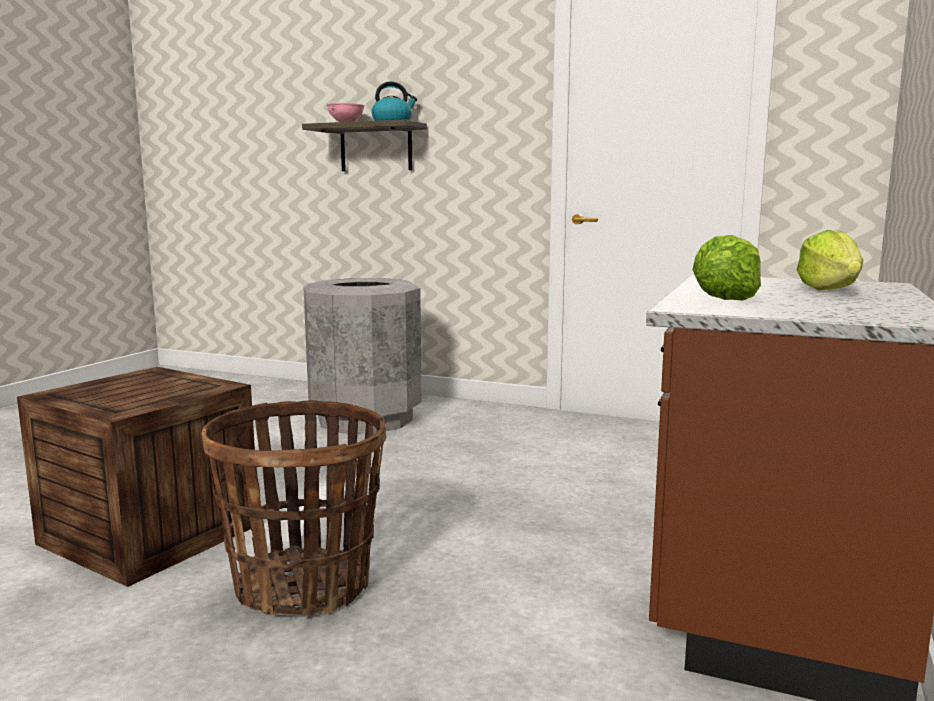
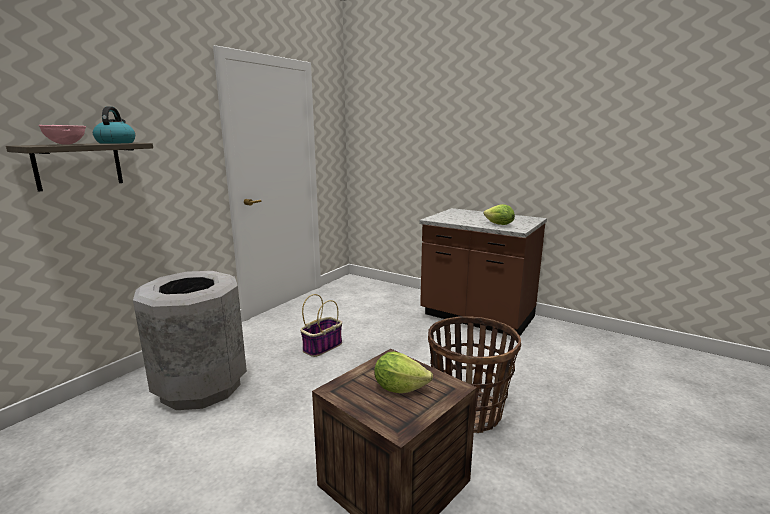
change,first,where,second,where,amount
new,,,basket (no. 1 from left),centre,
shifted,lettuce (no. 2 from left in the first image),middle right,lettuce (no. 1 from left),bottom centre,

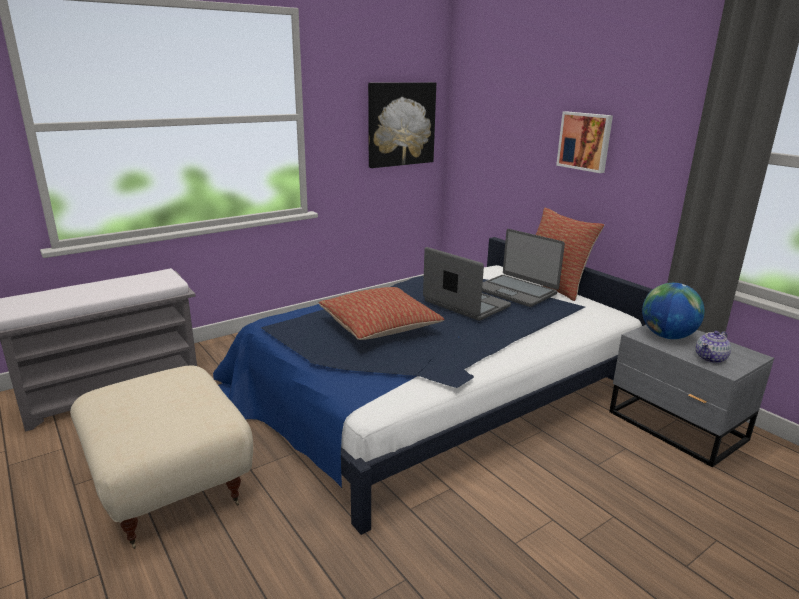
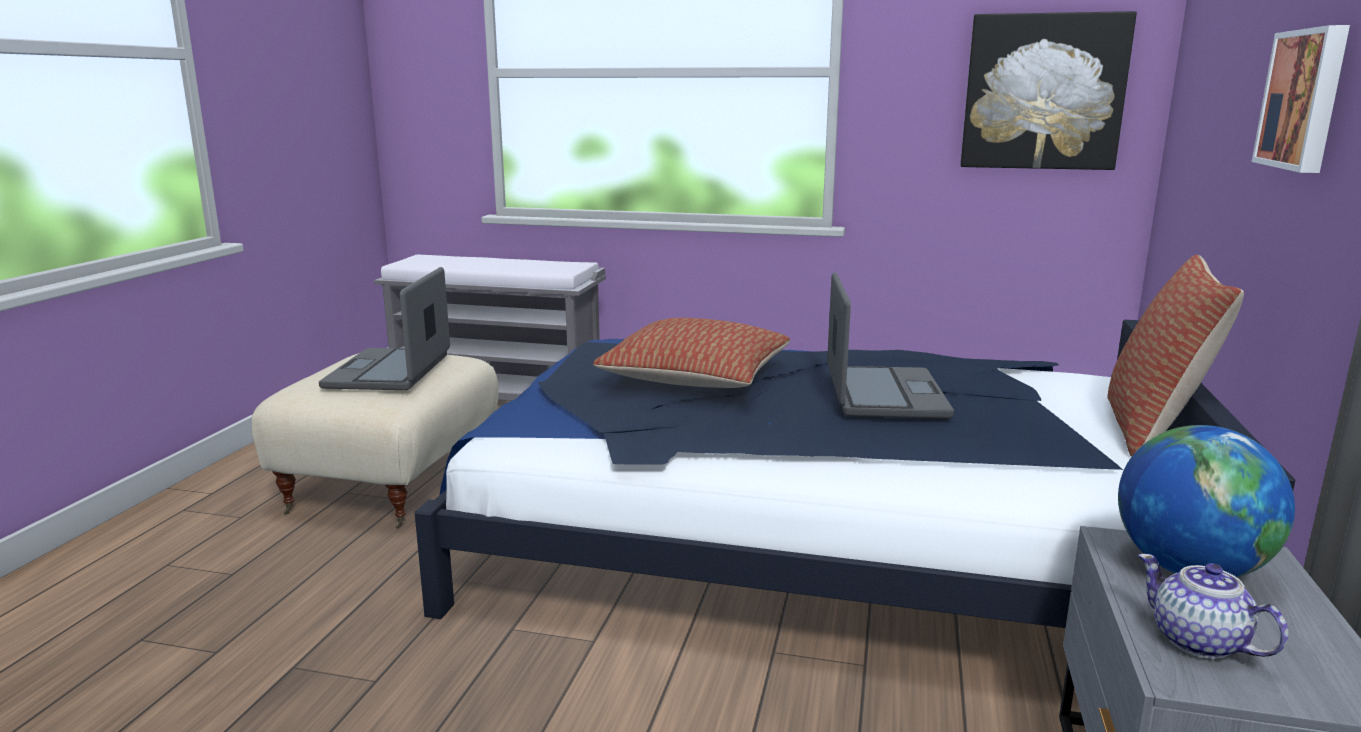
change,first,where,second,where,amount
shifted,laptop (no. 2 from left in the first image),centre,laptop (no. 1 from left),middle left,
rotated,teapot,middle right,,bottom right,45 degrees clockwise

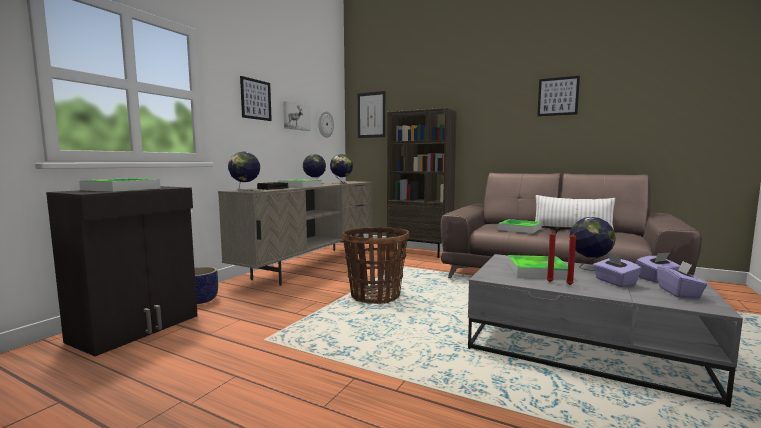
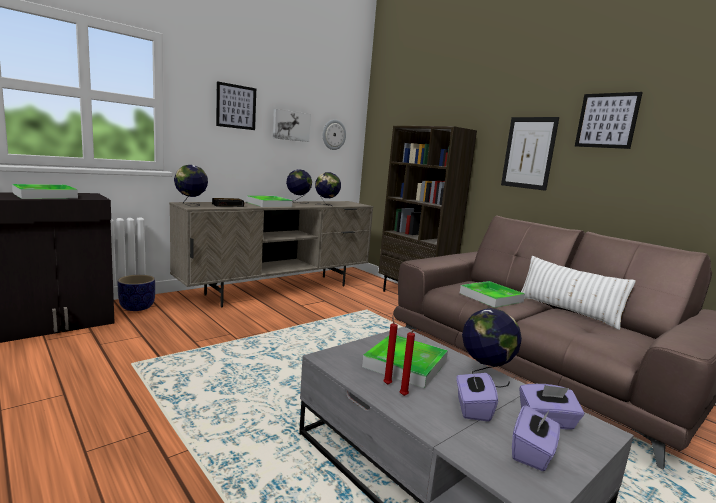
change,first,where,second,where,amount
shifted,picture (no. 3 from left),top centre,,top right,
gone,basket,centre,,,

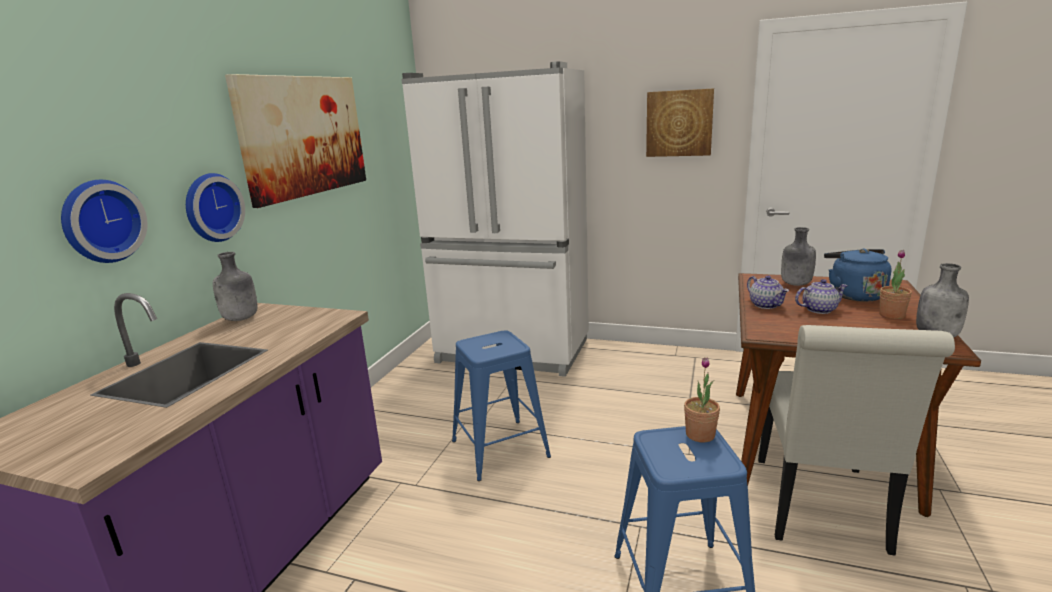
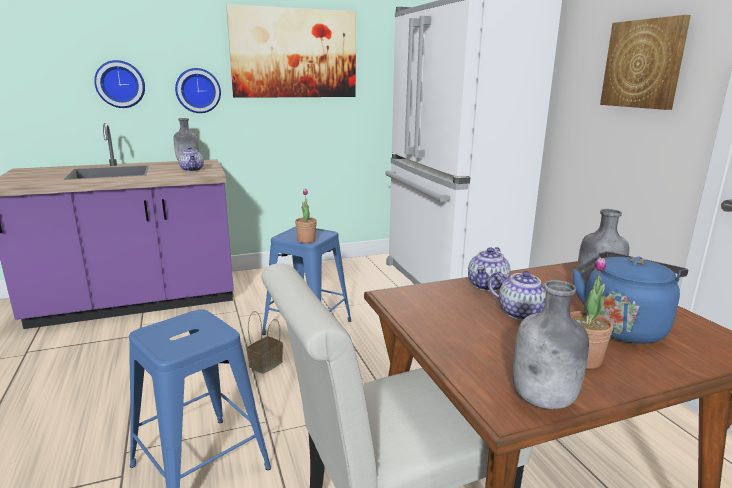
change,first,where,second,where,amount
new,,,teapot (no. 1 from left),top left,
new,,,basket,bottom centre,
shifted,potted plant (no. 1 from left),bottom right,,centre,

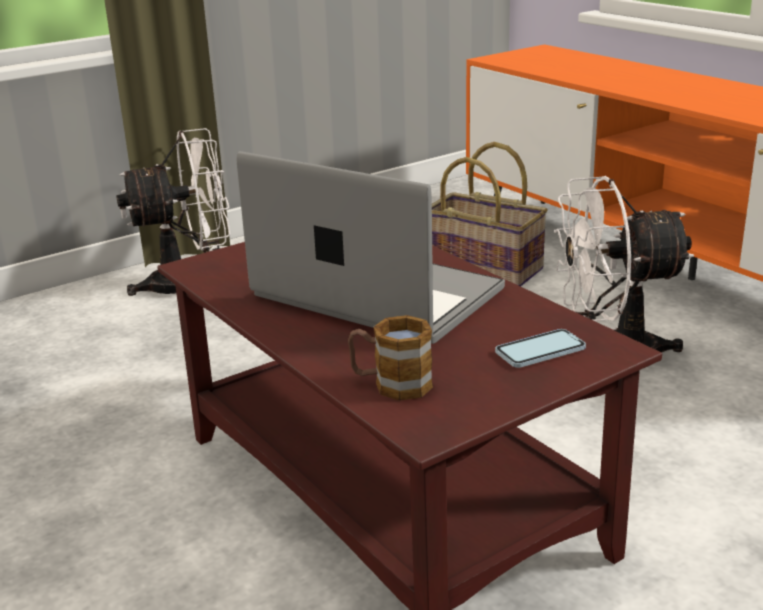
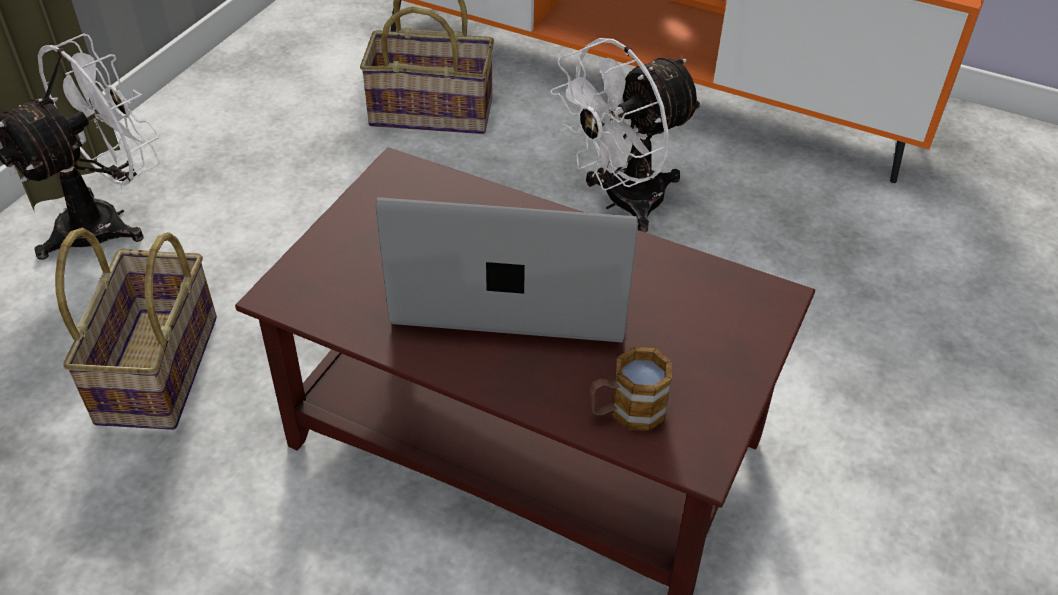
change,first,where,second,where,amount
new,,,basket (no. 1 from left),middle left,
gone,phone,middle right,,,

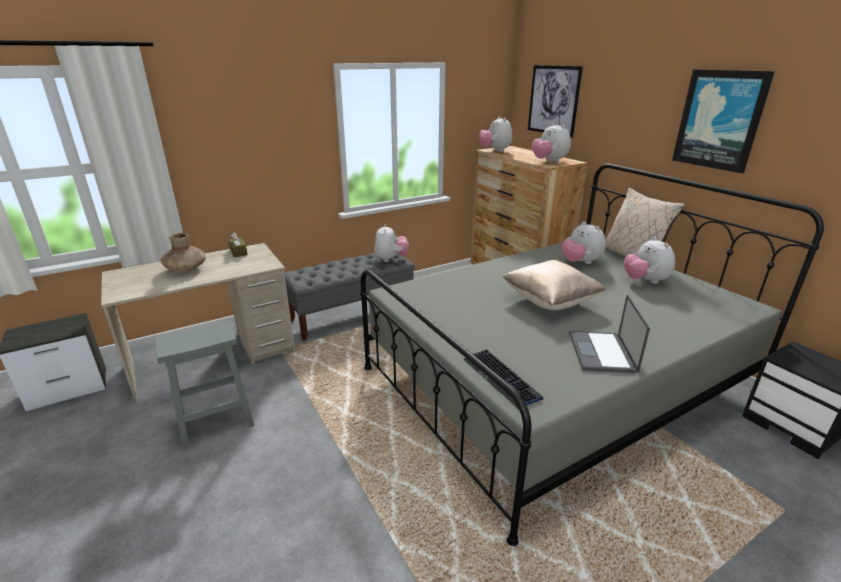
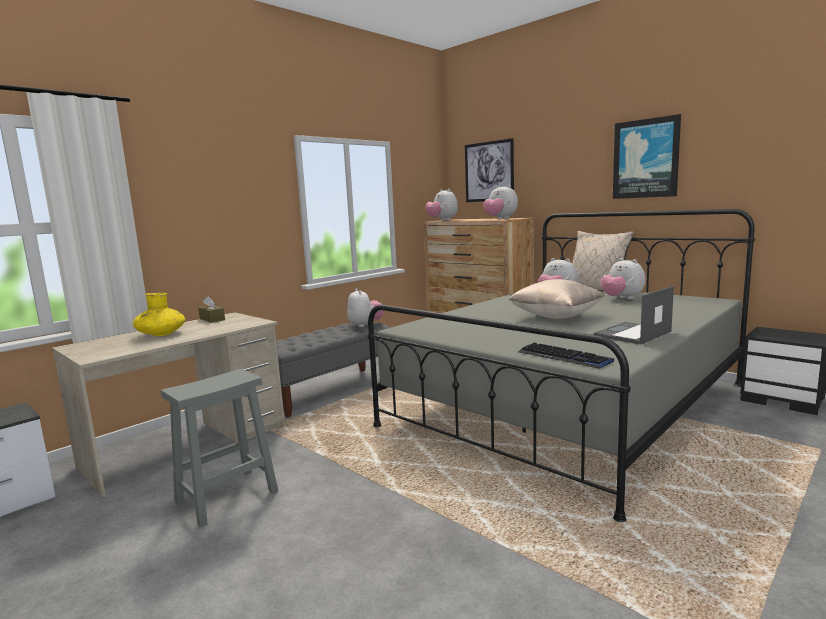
change,first,where,second,where,amount
repainted,vase/brown,middle left,vase/yellow,middle left,
rotated,laptop,middle right,,middle right,60 degrees clockwise

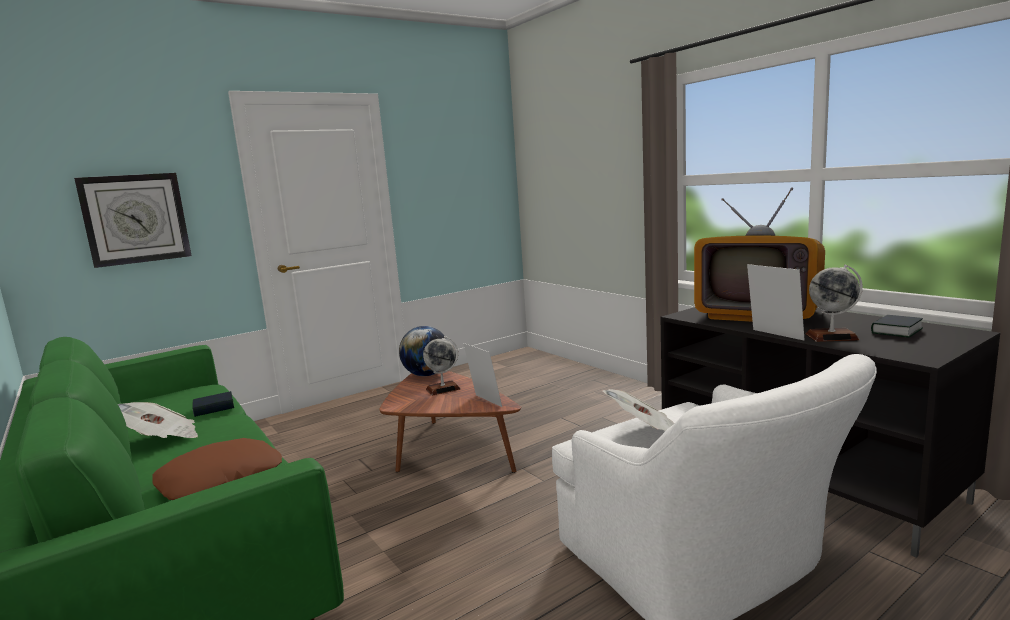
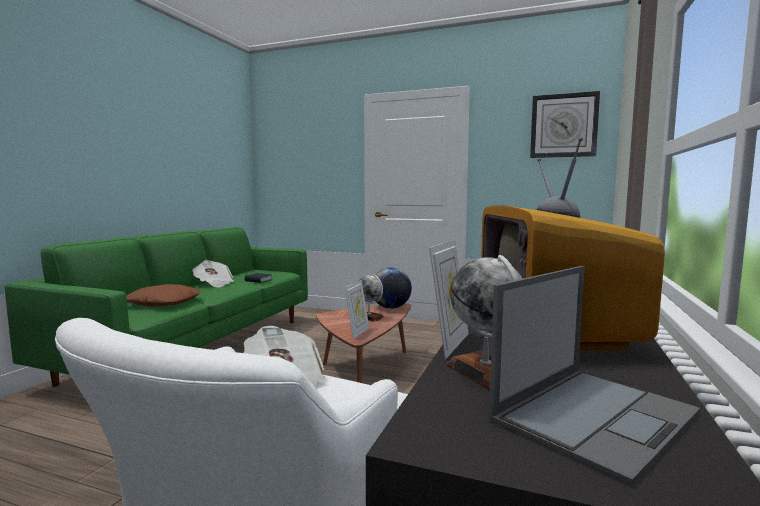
change,first,where,second,where,amount
swapped,book (no. 2 from left),middle right,laptop,bottom right,
shifted,wall clock,middle left,,top right,

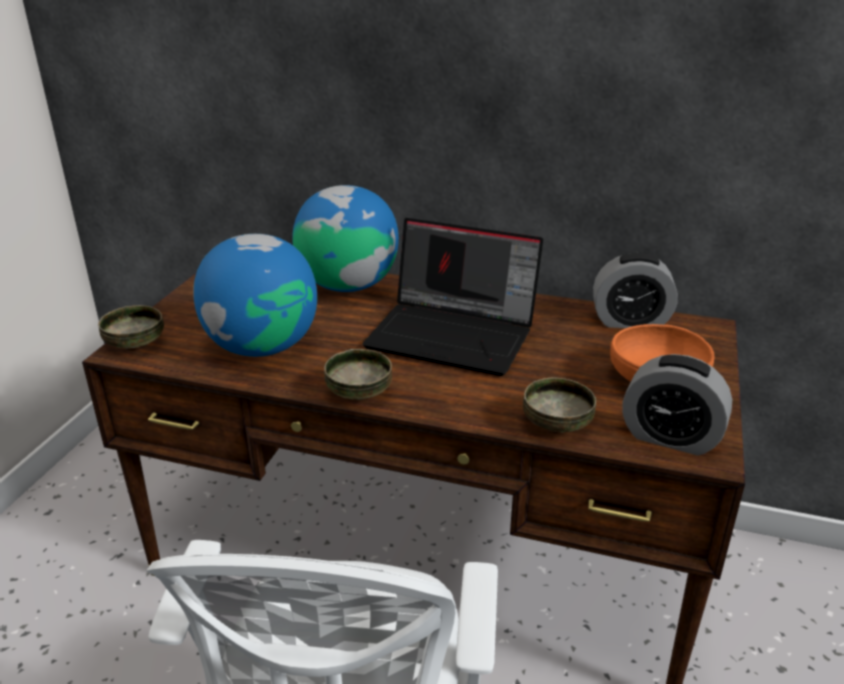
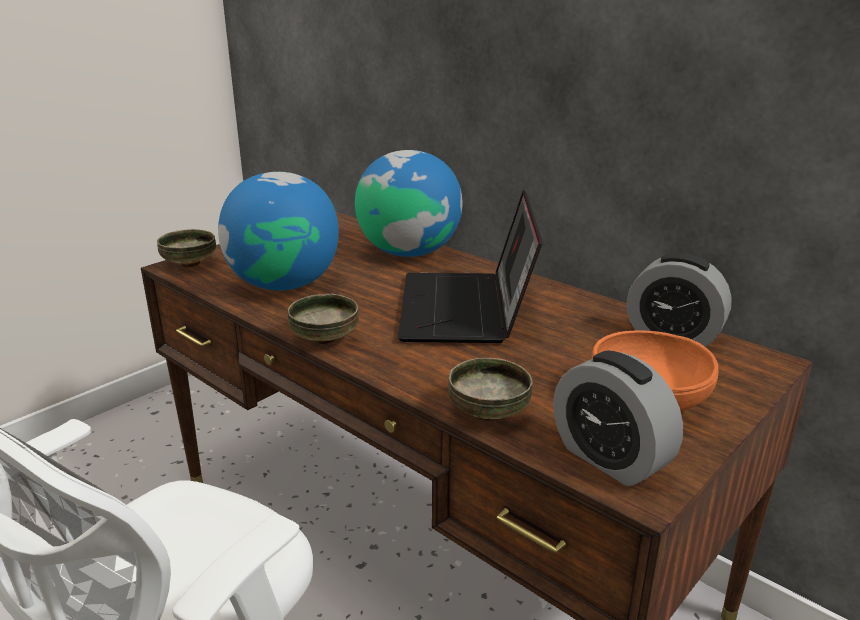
change,first,where,second,where,amount
rotated,laptop,centre,,centre,45 degrees clockwise

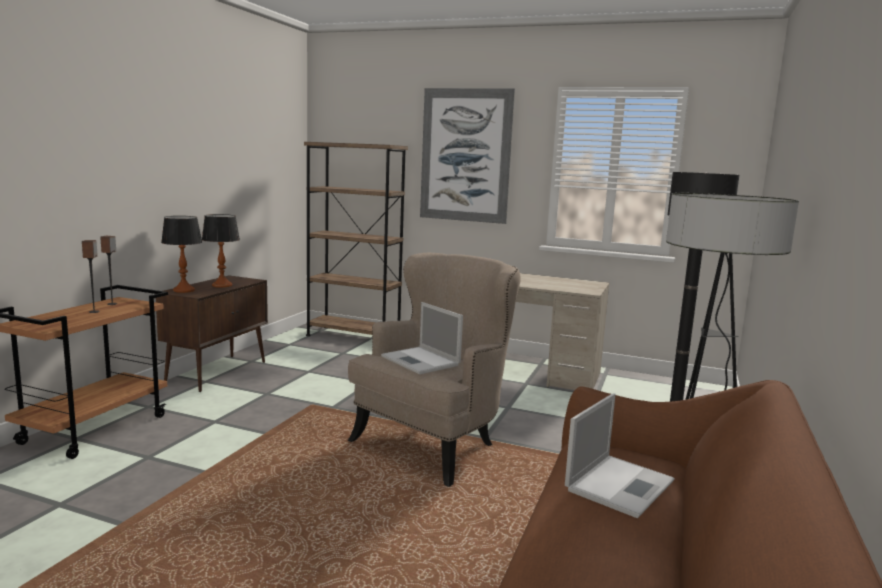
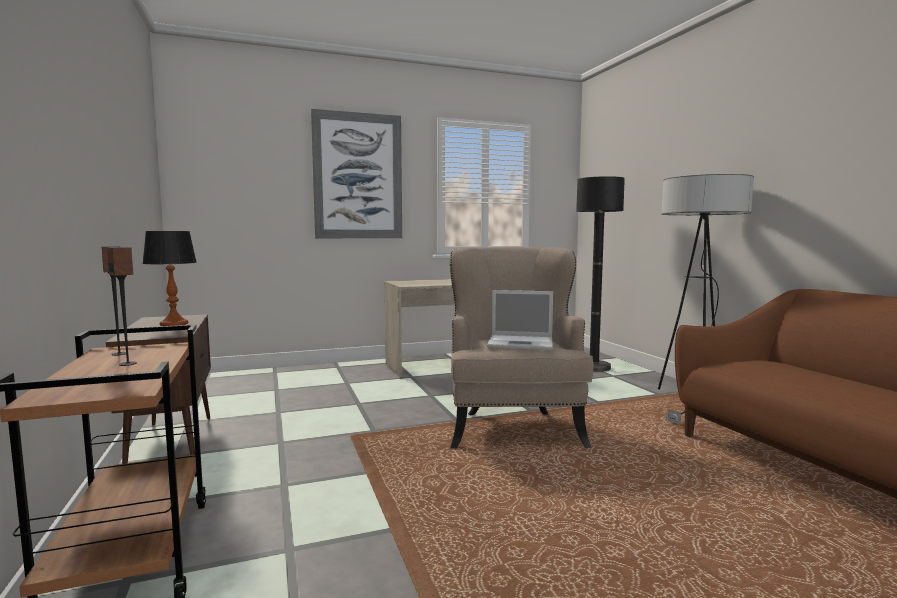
change,first,where,second,where,amount
gone,table lamp (no. 1 from left),middle left,,,
gone,bookcase/brown,centre,,,
gone,laptop (no. 2 from left),bottom right,,,

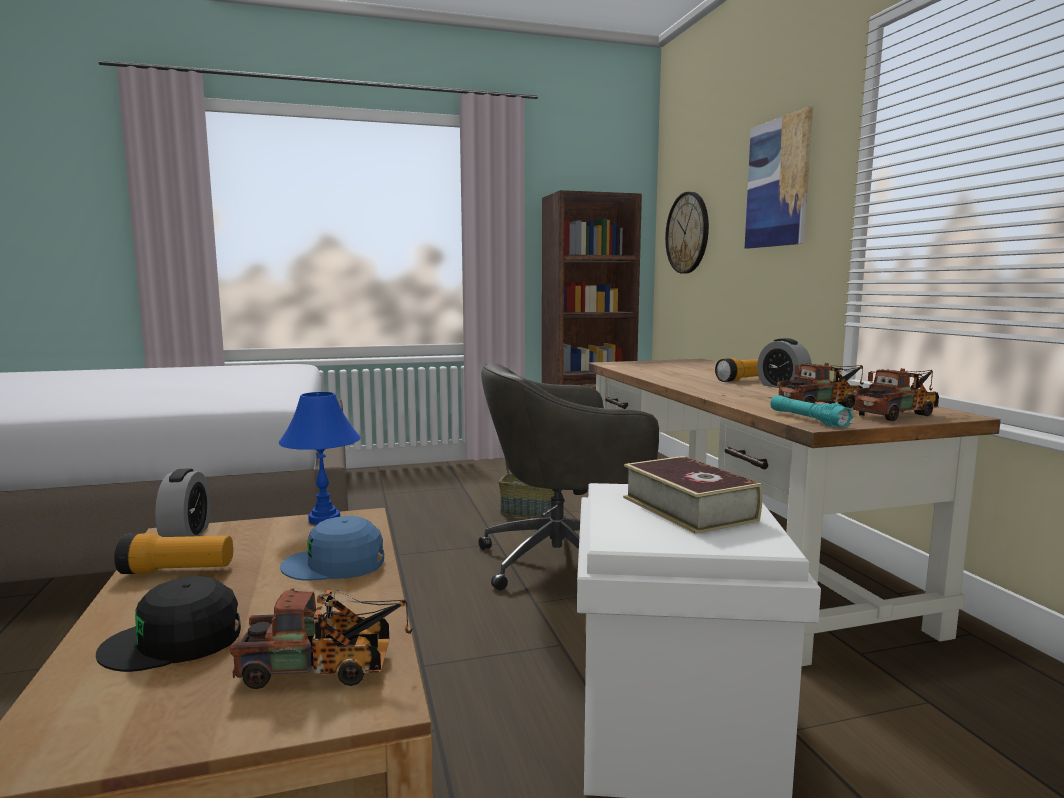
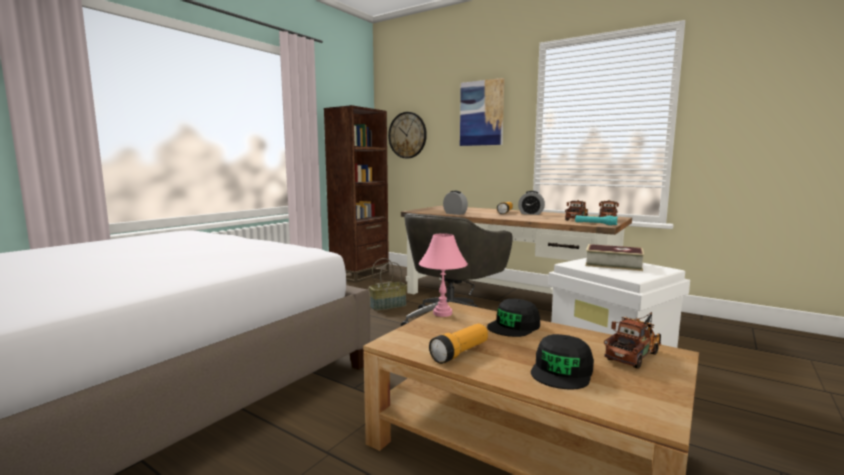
change,first,where,second,where,amount
repainted,table lamp/blue,middle left,table lamp/pink,centre,
shifted,alarm clock (no. 1 from left),middle left,,centre,
repainted,cap/blue,bottom left,cap/black (no. 1 from left),bottom centre,

